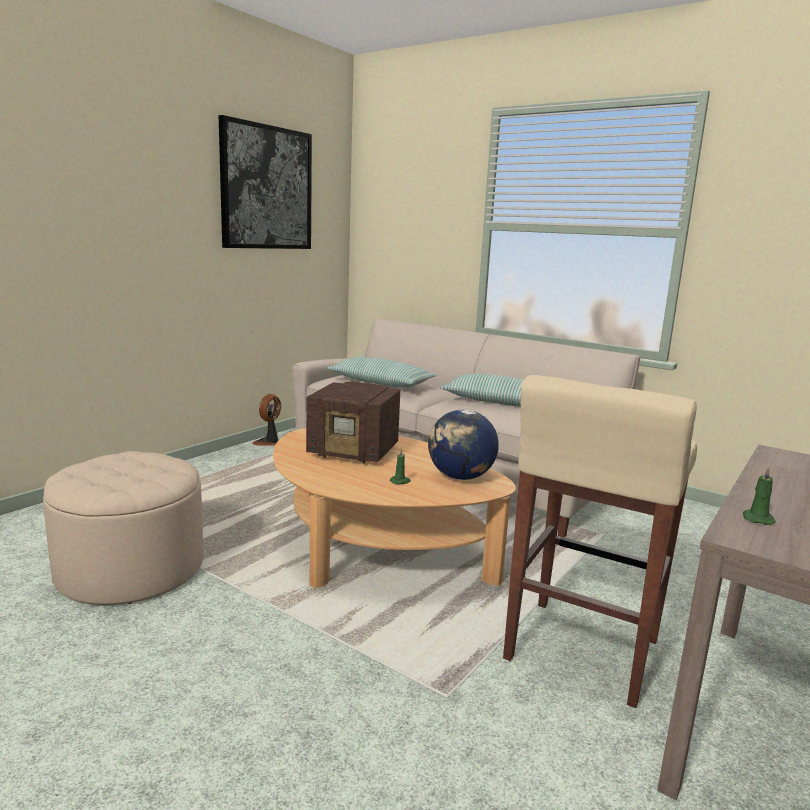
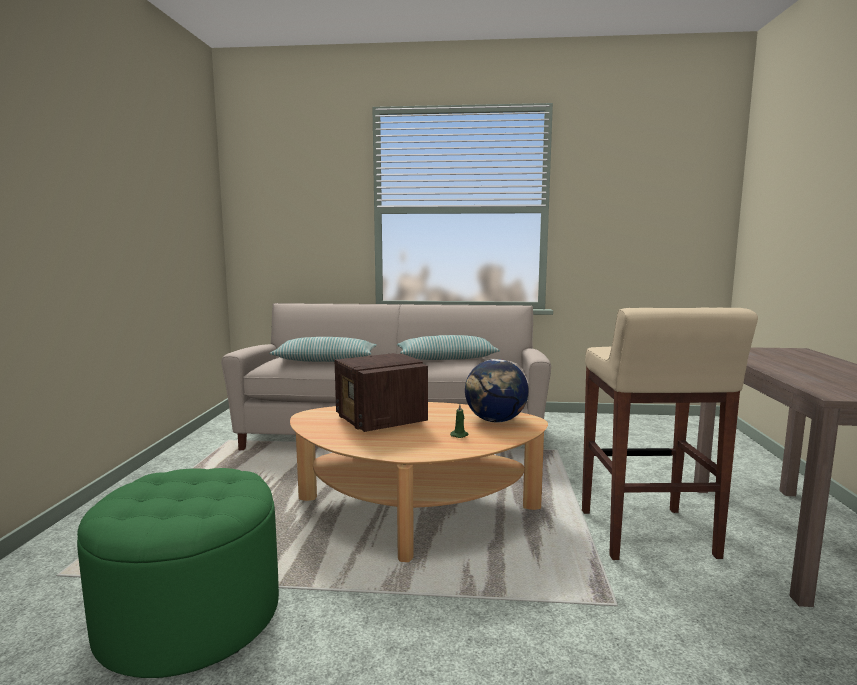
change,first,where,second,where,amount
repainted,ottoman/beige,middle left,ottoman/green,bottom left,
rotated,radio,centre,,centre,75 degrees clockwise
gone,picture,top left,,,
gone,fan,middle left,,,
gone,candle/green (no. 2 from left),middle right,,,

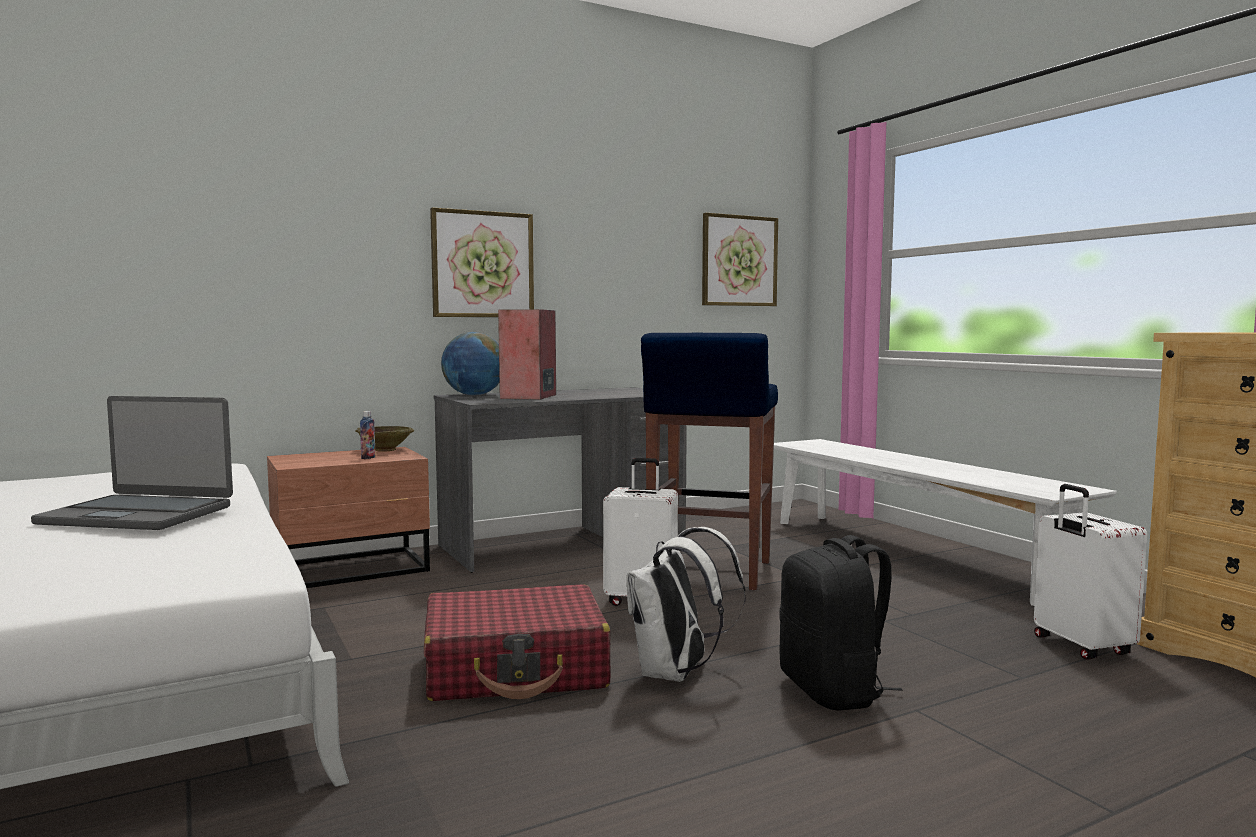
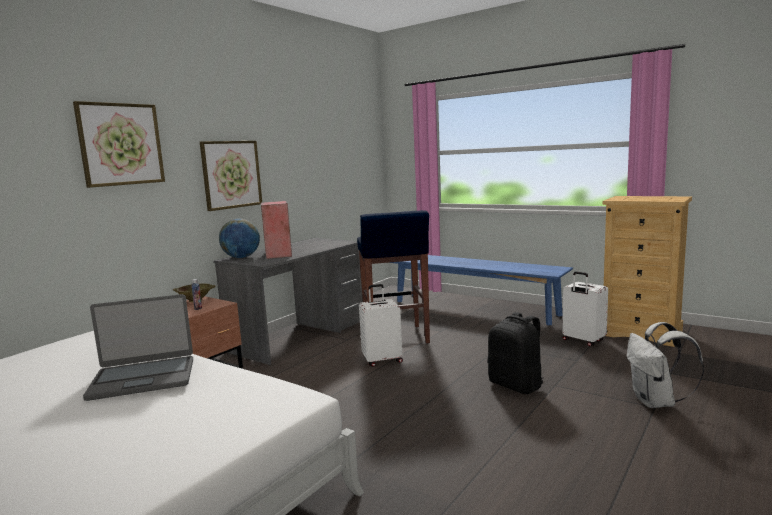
change,first,where,second,where,amount
shifted,picture (no. 2 from left in the first image),top centre,picture (no. 1 from left),top left,
repainted,bench/white,middle right,bench/blue,centre,
shifted,backpack/white,bottom centre,,bottom right,
gone,suitcase/red,bottom centre,,,

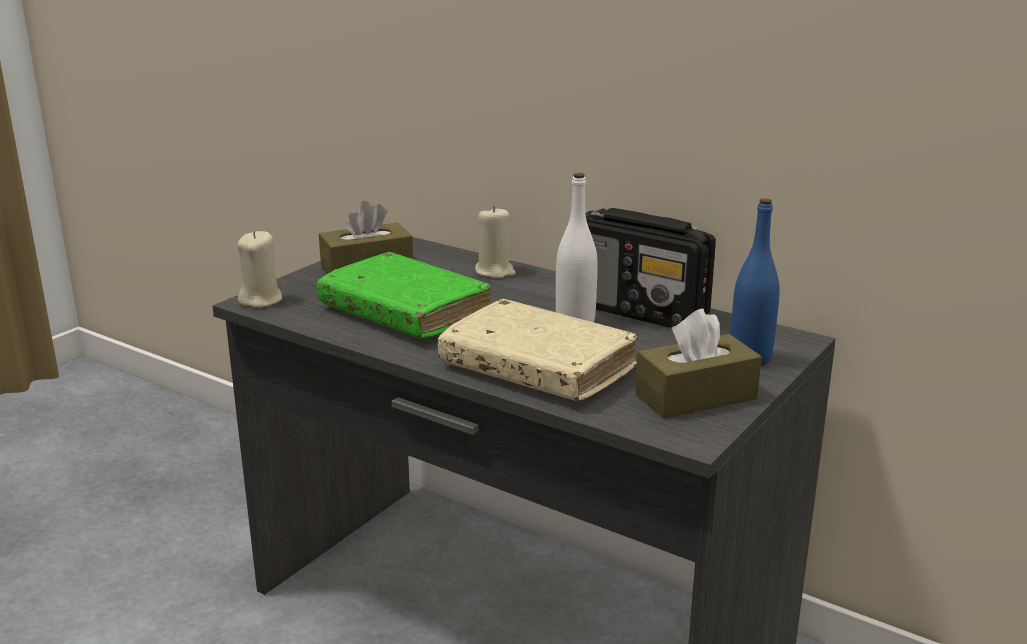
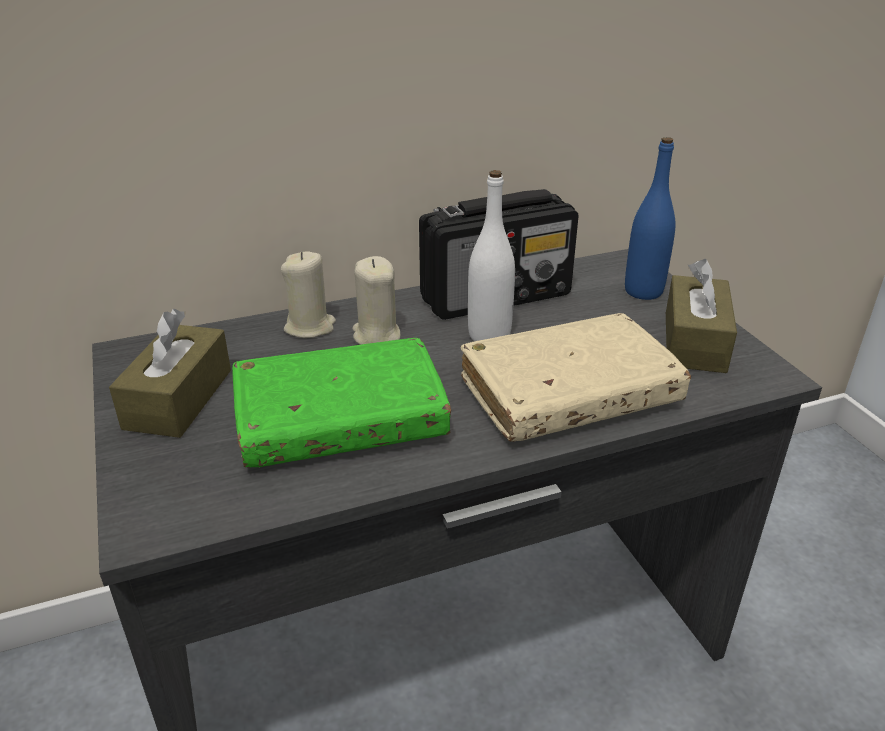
change,first,where,second,where,amount
shifted,candle/beige (no. 1 from left in the first image),middle left,candle/beige (no. 2 from left),centre,

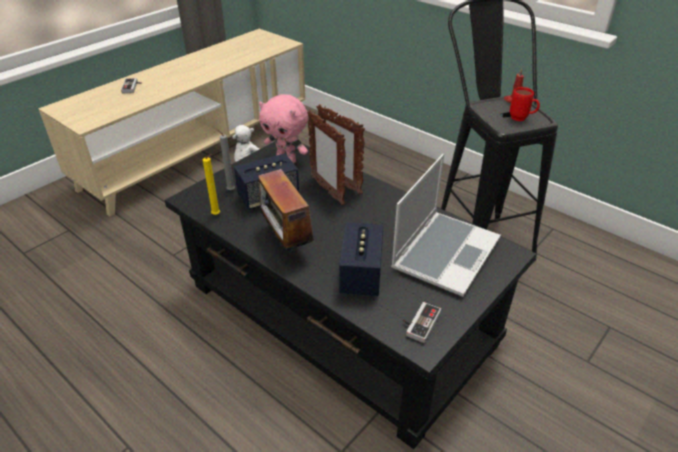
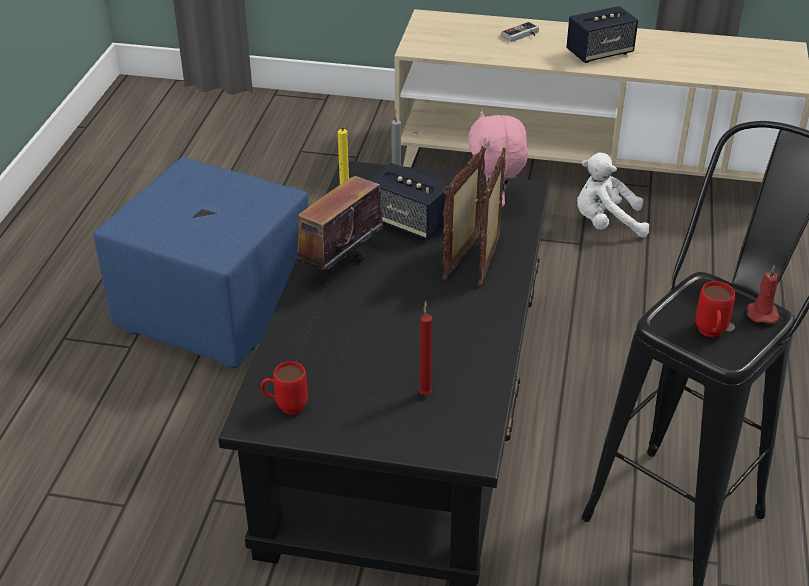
change,first,where,second,where,amount
new,,,ottoman/blue,middle left,
swapped,game controller (no. 2 from left),bottom centre,mug/red (no. 1 from left),centre,
swapped,laptop,centre,candle/red (no. 1 from left),centre,
shifted,speaker (no. 2 from left),centre,,top right,

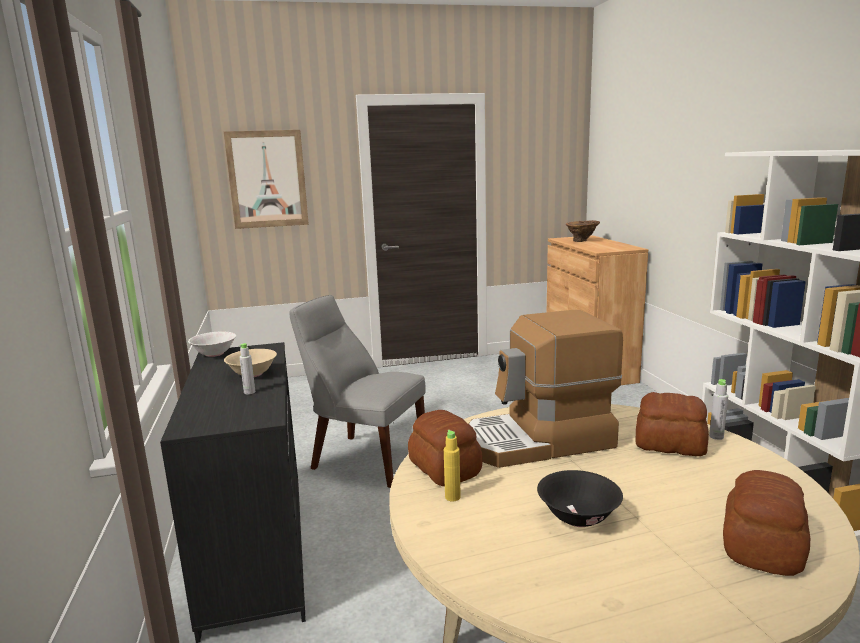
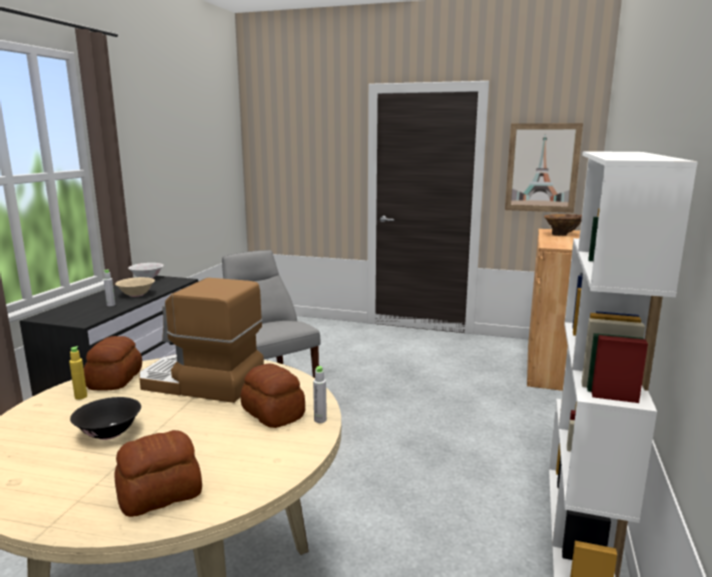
change,first,where,second,where,amount
shifted,picture,top left,,top right,

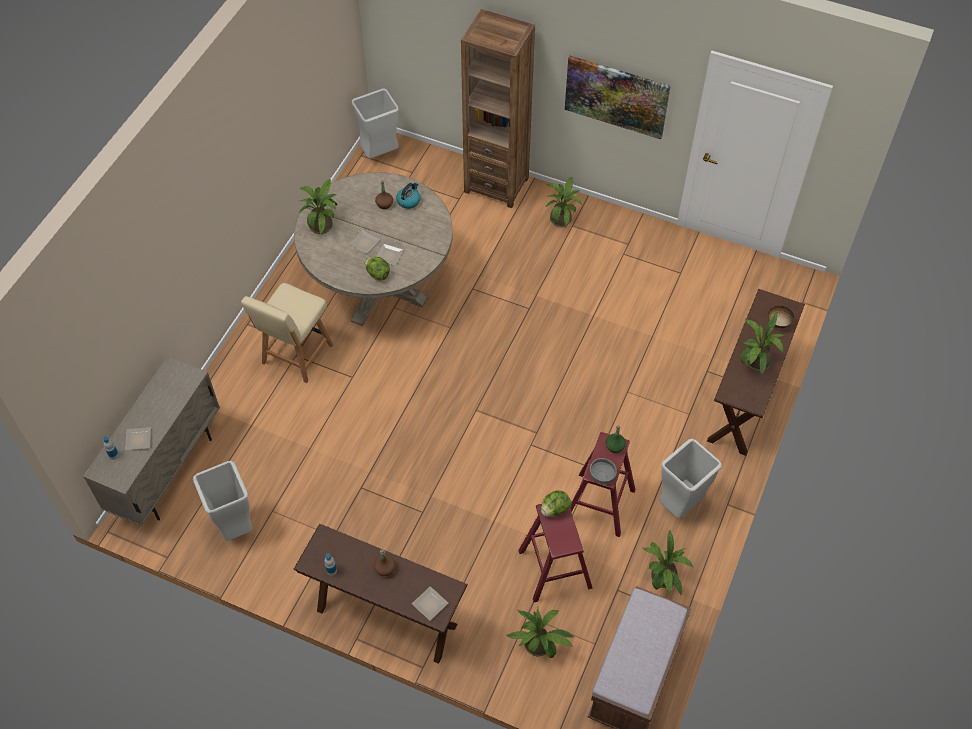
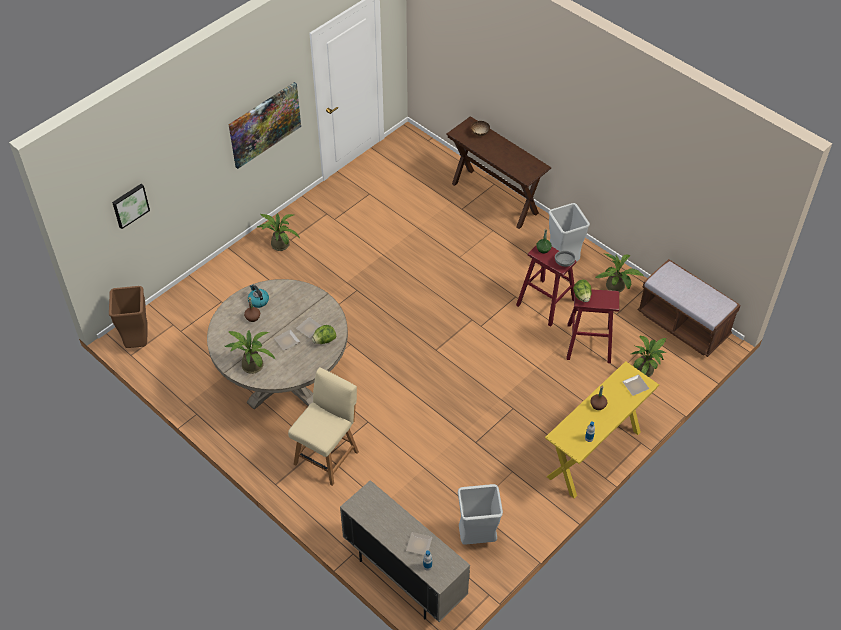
change,first,where,second,where,amount
repainted,trash can/grey (no. 2 from left),top centre,trash can/brown,middle left,
new,,,picture (no. 1 from left),top left,
rotated,chair/beige,middle left,,bottom centre,105 degrees counterclockwise
repainted,console table/brown (no. 1 from left),bottom centre,console table/yellow,bottom right,
gone,bookcase/brown,top centre,,,
gone,potted plant (no. 5 from left),middle right,,,

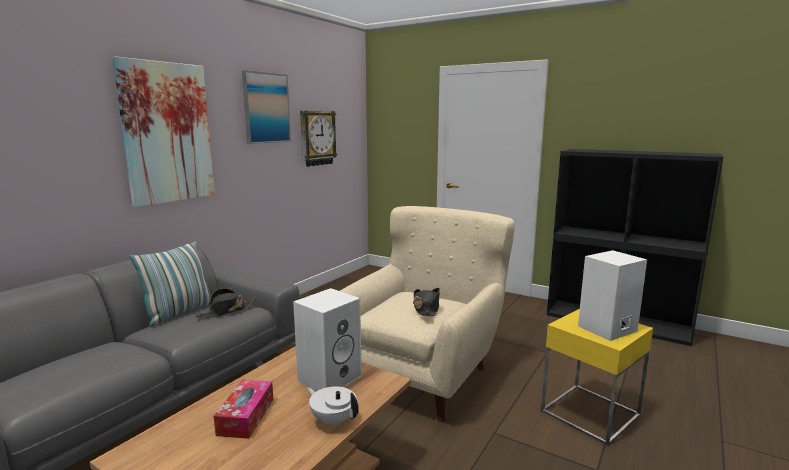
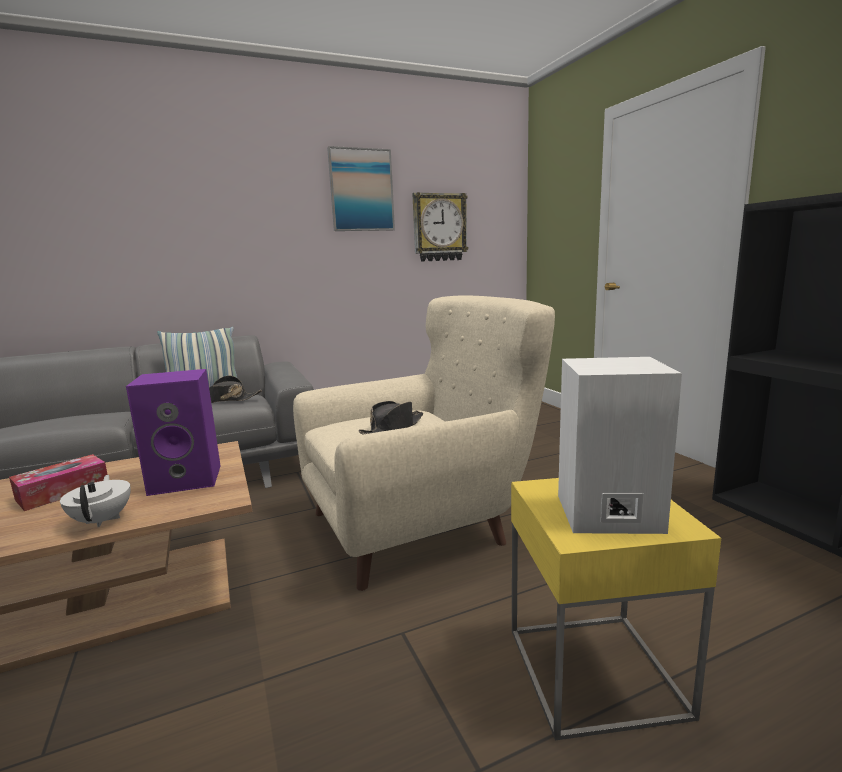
change,first,where,second,where,amount
repainted,speaker/white (no. 1 from left),bottom centre,speaker/purple,middle left,
gone,picture (no. 1 from left),top left,,,

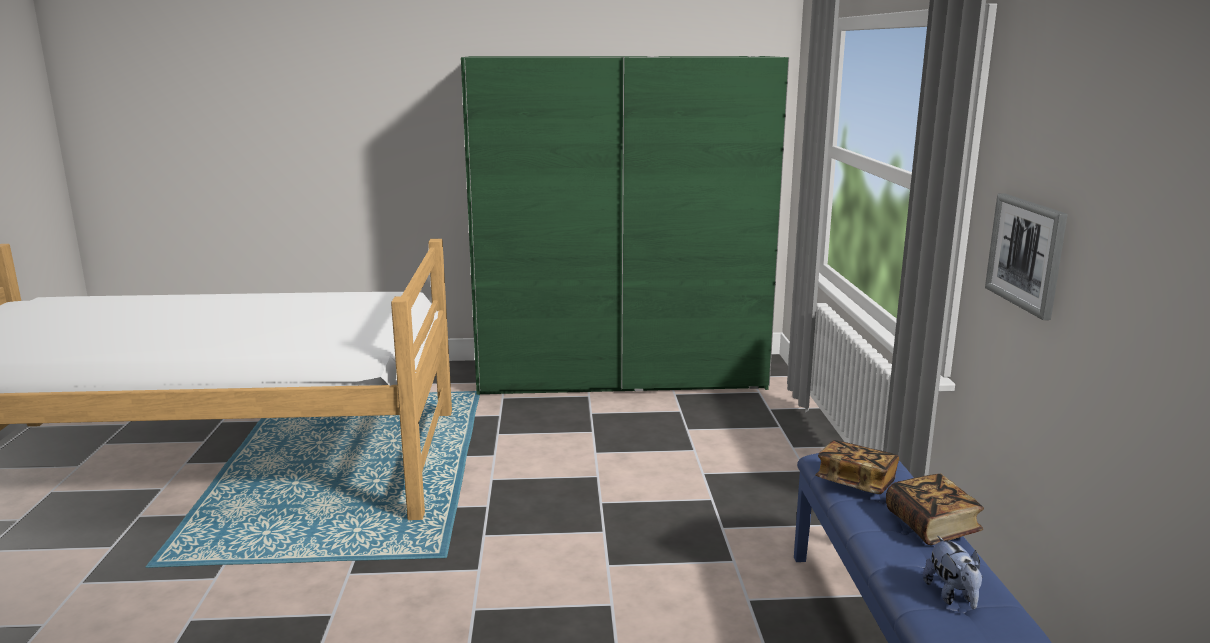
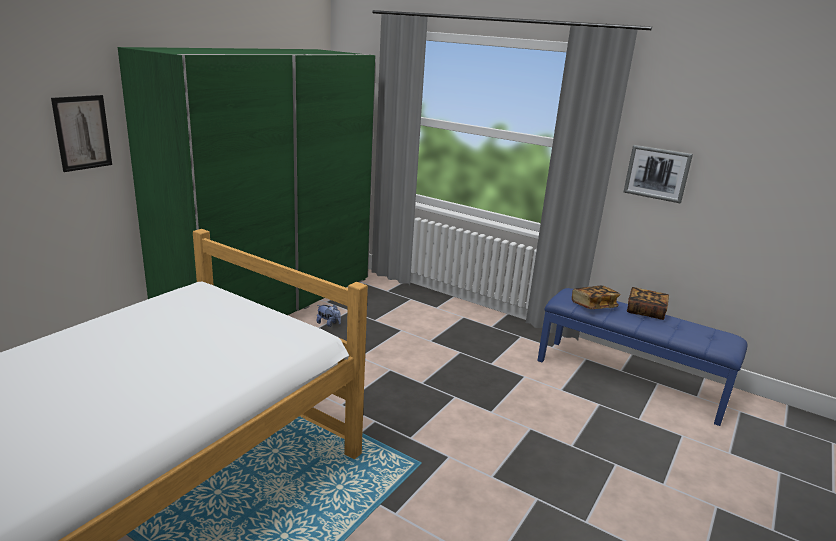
change,first,where,second,where,amount
new,,,picture (no. 1 from left),top left,
shifted,plush toy,bottom right,,centre,

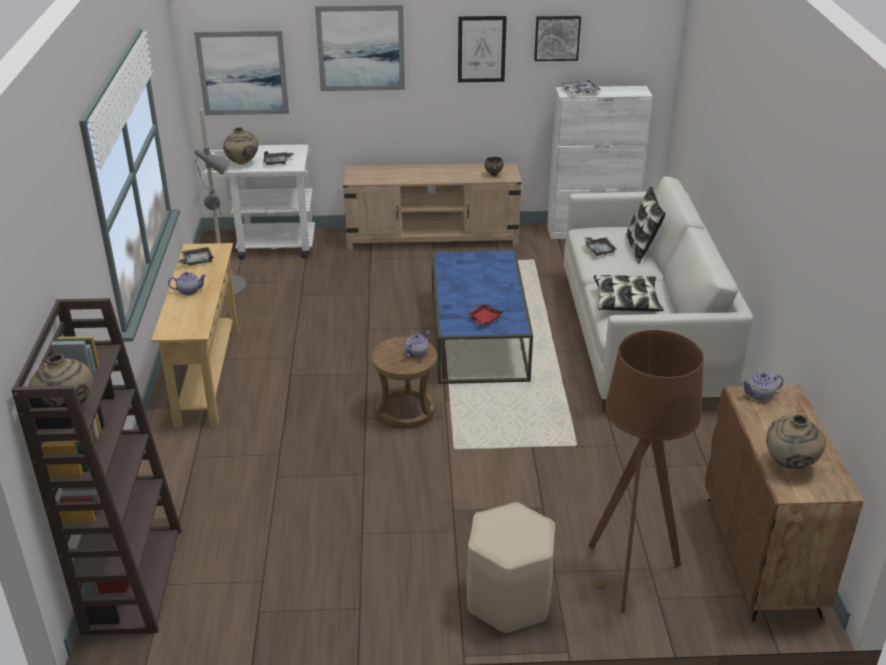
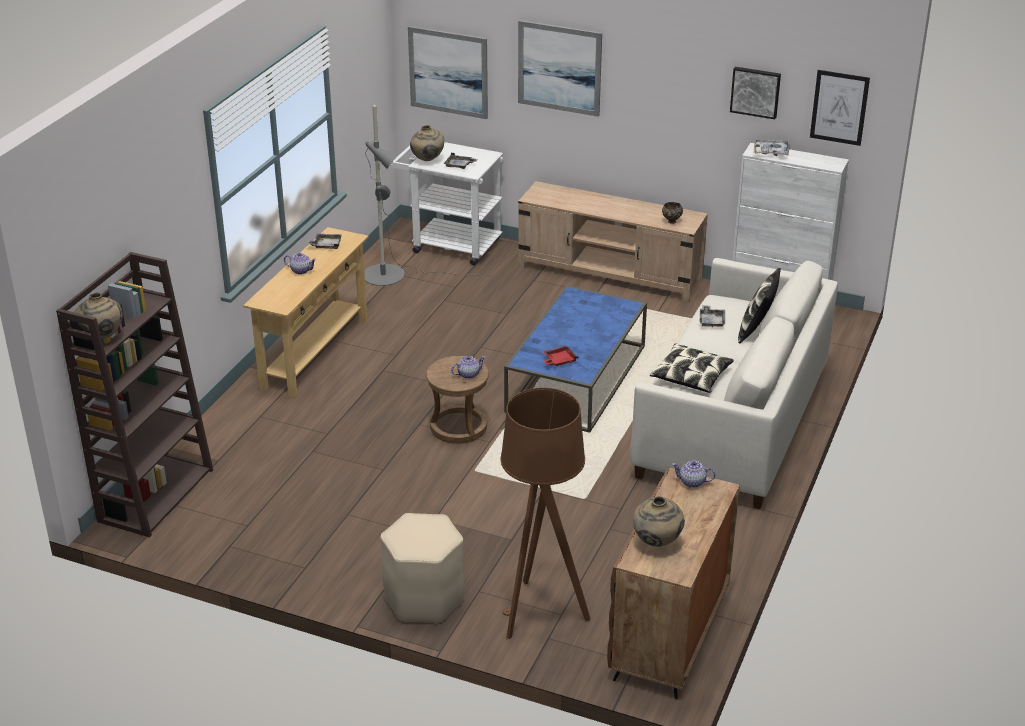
change,first,where,second,where,amount
shifted,picture (no. 3 from left in the first image),top centre,picture (no. 4 from left),top right,

